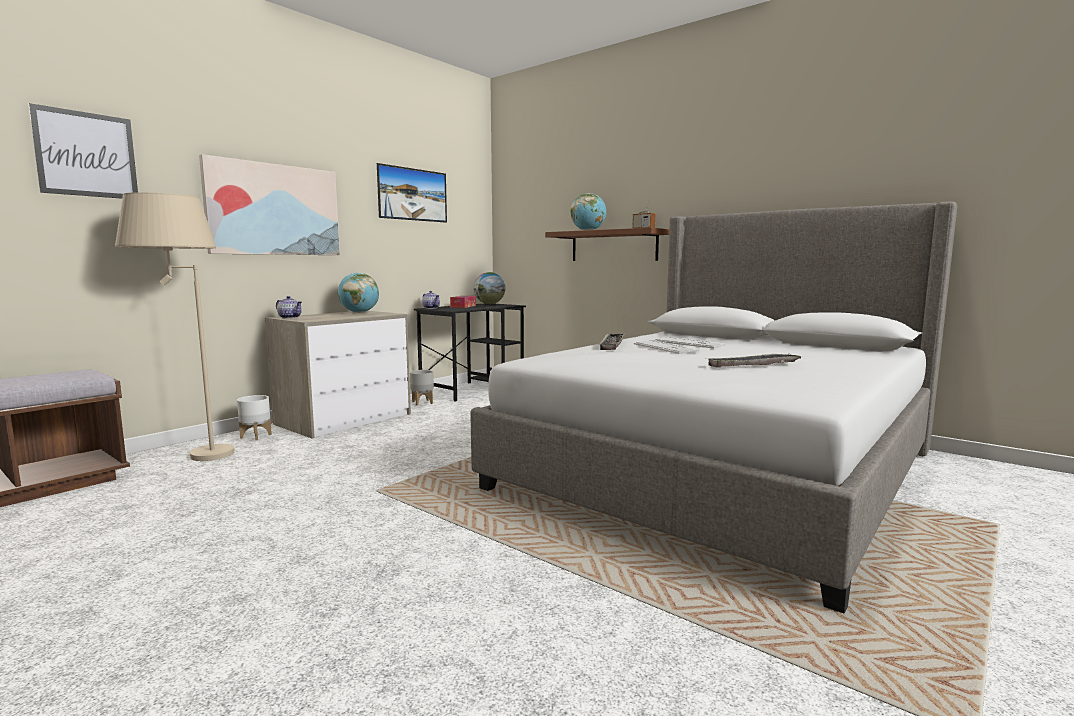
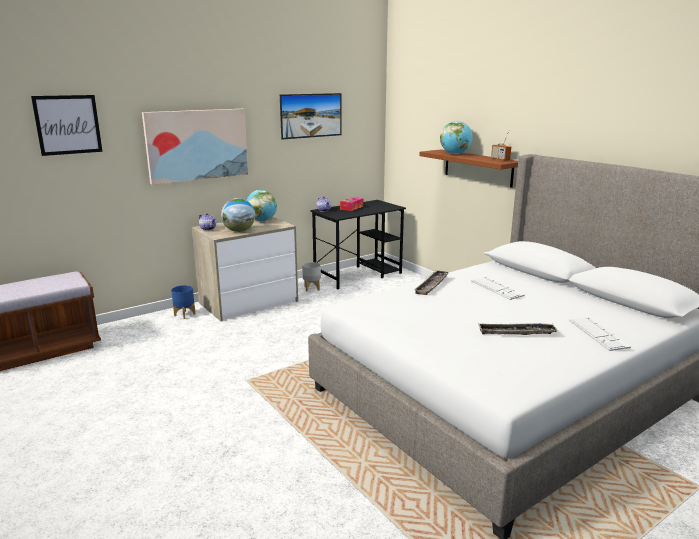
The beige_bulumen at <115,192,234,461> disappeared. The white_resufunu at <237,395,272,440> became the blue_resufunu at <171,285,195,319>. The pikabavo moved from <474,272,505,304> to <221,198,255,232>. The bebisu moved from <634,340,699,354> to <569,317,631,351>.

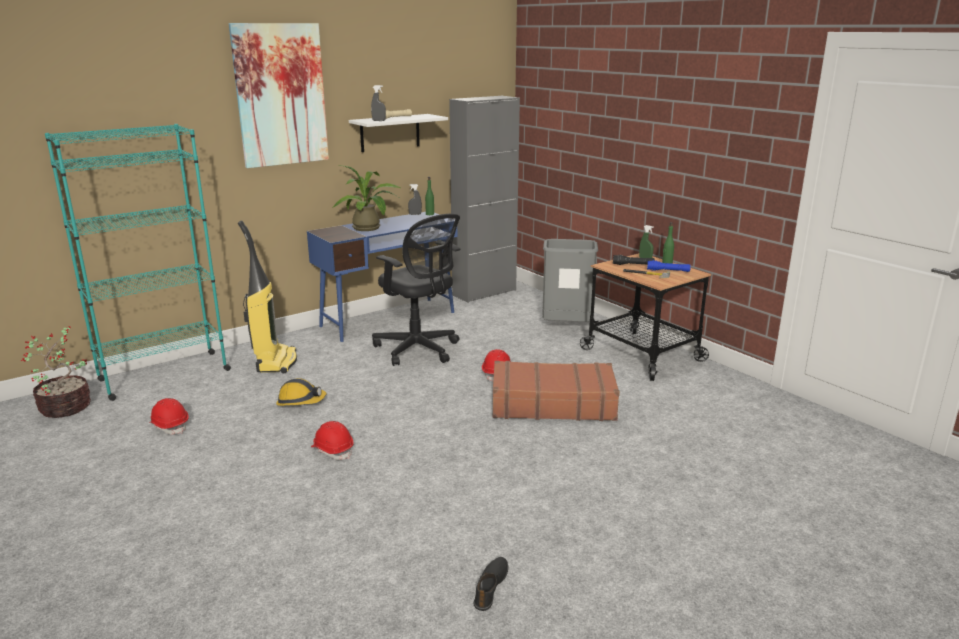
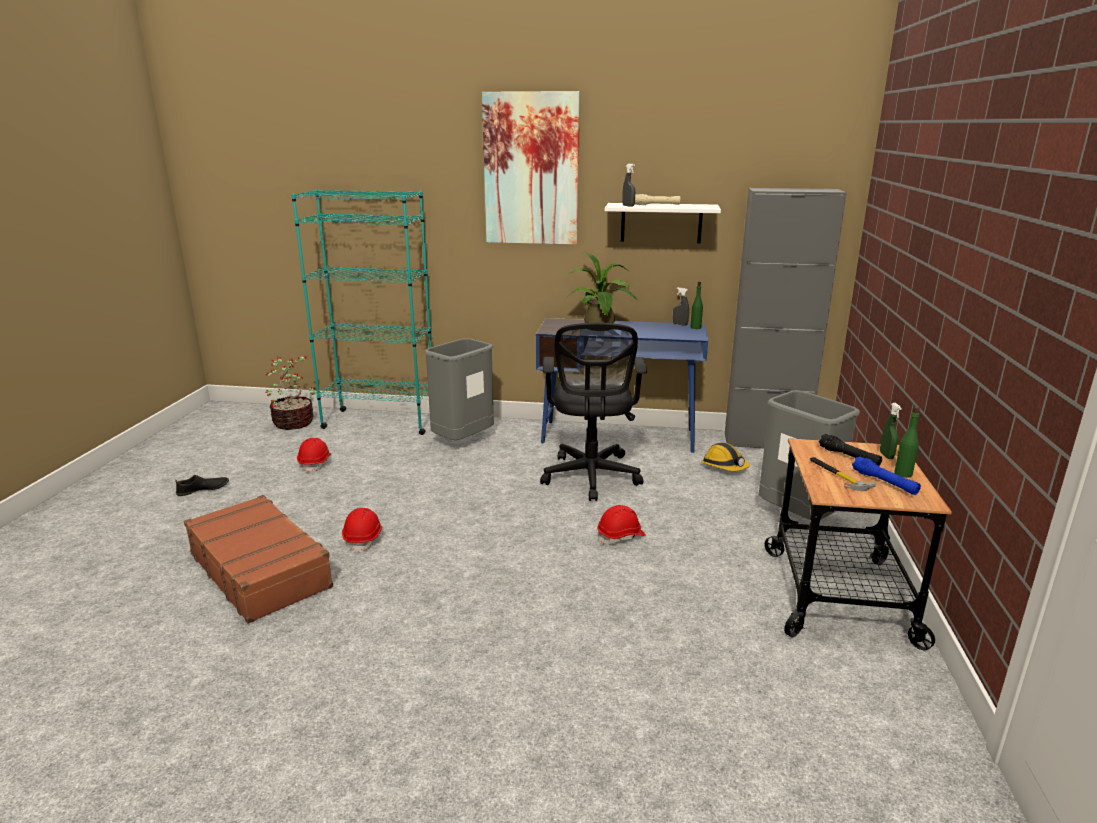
The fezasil at <238,220,297,373> was replaced by the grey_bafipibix at <424,338,494,440>. The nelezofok moved from <276,378,327,406> to <701,443,750,471>. The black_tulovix moved from <473,557,508,611> to <175,475,229,496>. The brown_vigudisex moved from <492,361,620,421> to <184,495,333,624>.

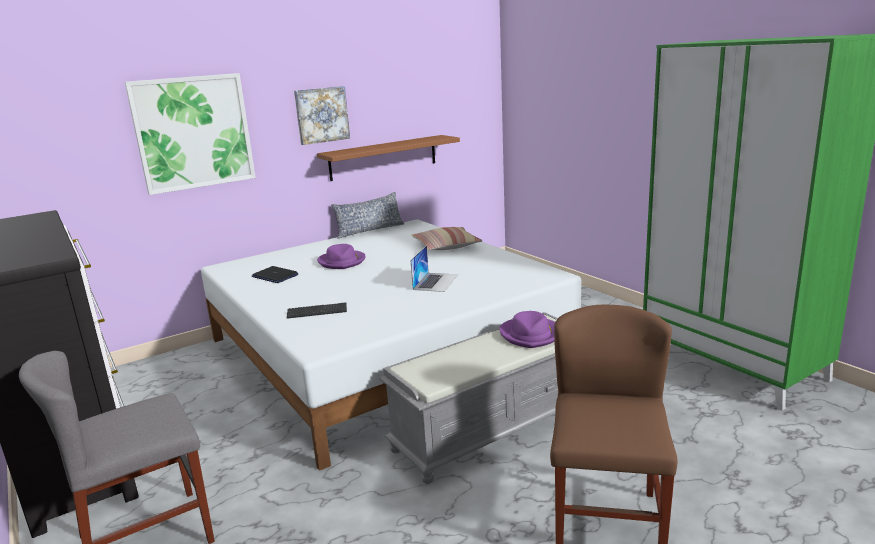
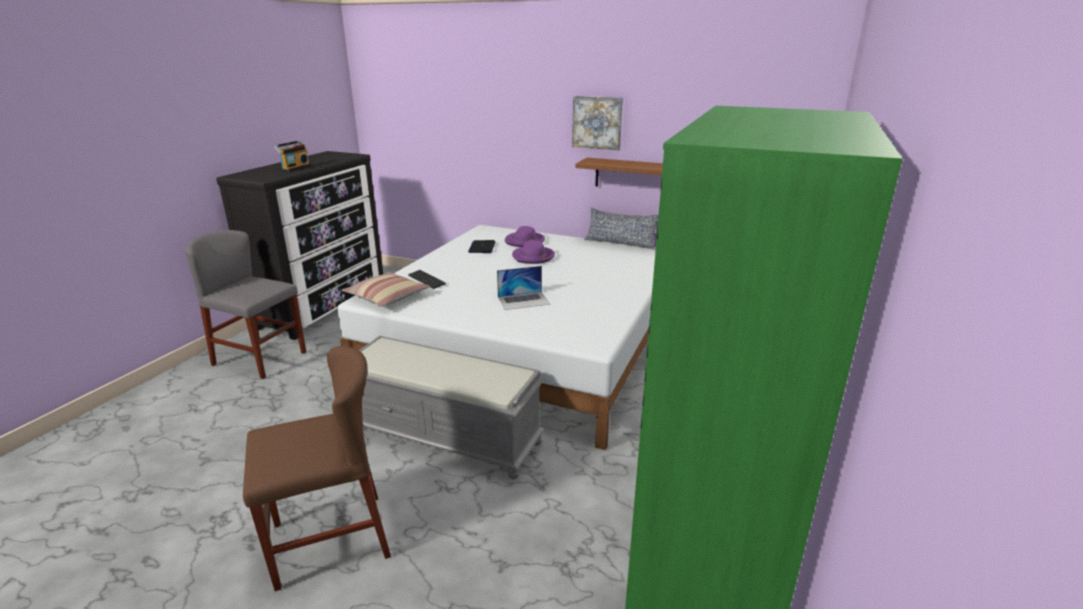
The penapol at <125,73,256,195> disappeared. The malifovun moved from <412,227,482,250> to <342,272,430,307>. The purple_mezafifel moved from <499,311,555,348> to <505,226,545,247>. The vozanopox at <274,140,310,172> appeared.

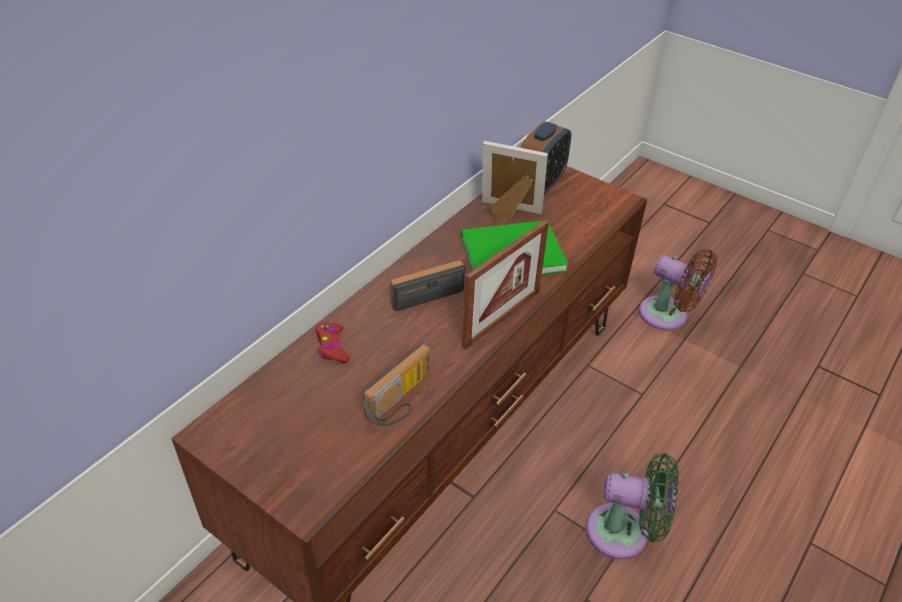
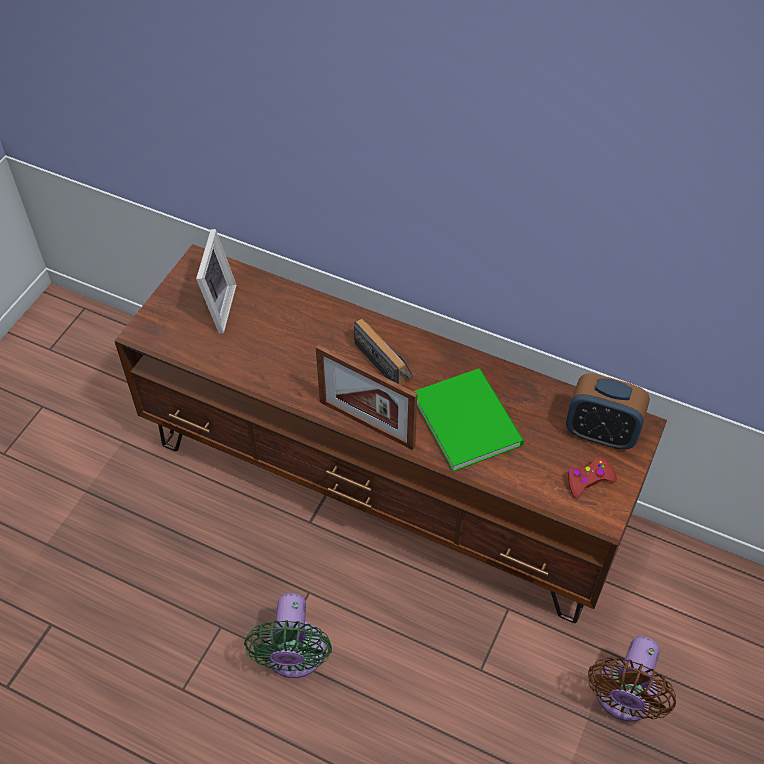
The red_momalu moved from <316,322,350,363> to <568,457,617,498>. The vozanopox at <363,344,431,426> disappeared. The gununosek moved from <482,141,548,221> to <196,229,237,334>.

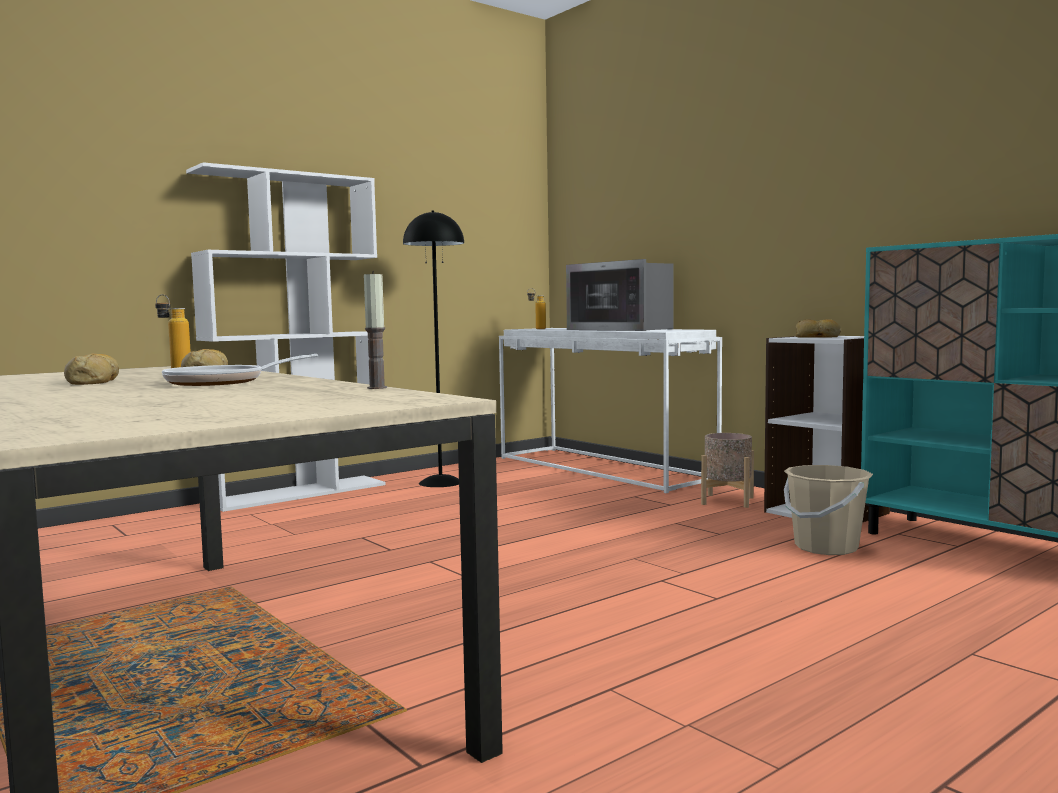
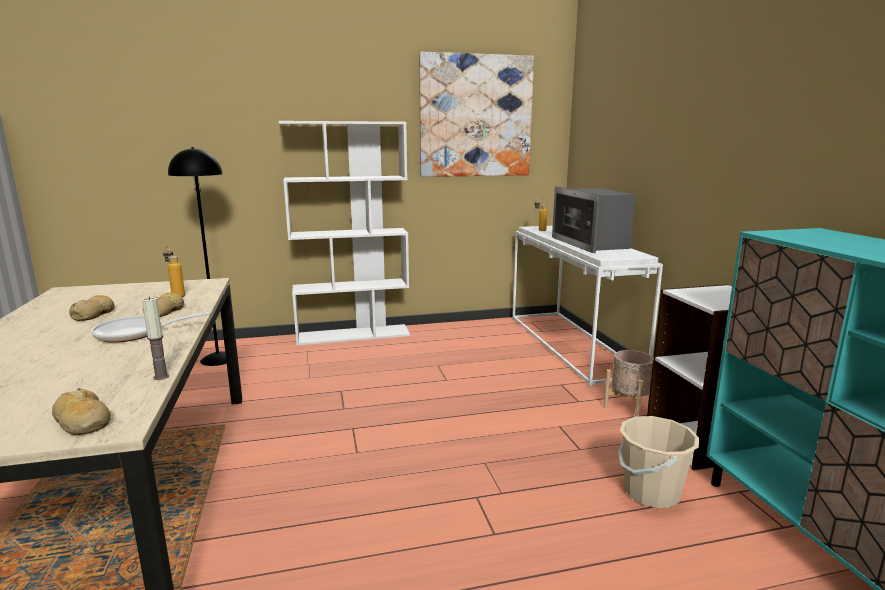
The black_bulumen moved from <403,210,464,487> to <168,147,227,366>. The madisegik moved from <796,319,841,338> to <52,388,111,435>. The penapol at <419,52,534,177> appeared.

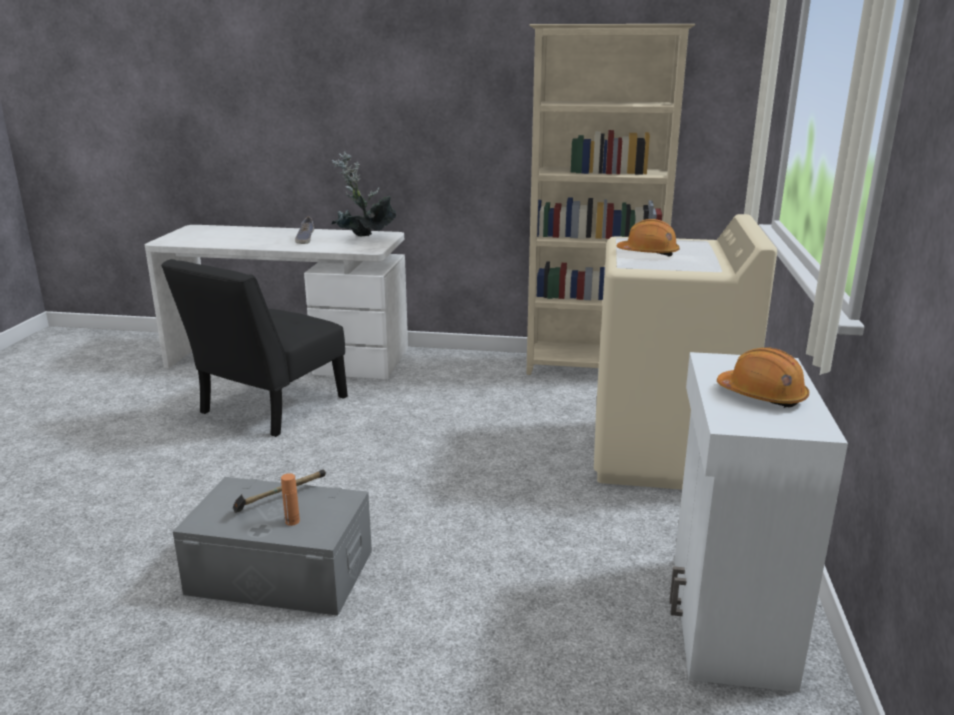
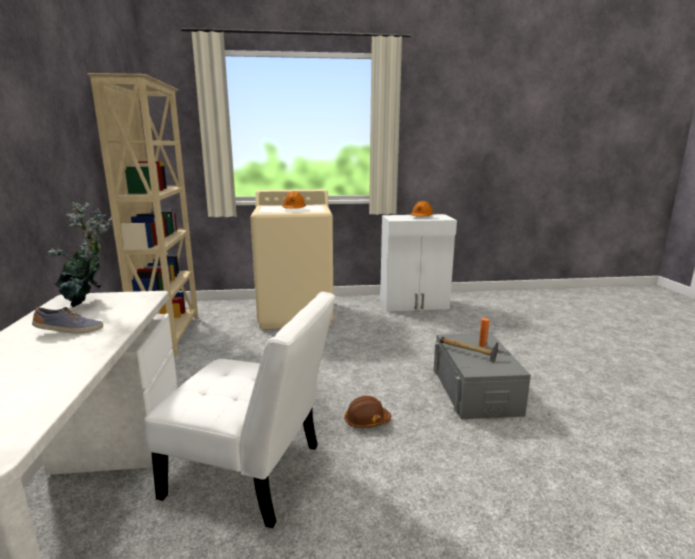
The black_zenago at <161,259,348,437> became the white_zenago at <144,292,335,528>. The brown_nelezofok at <344,396,391,428> appeared.

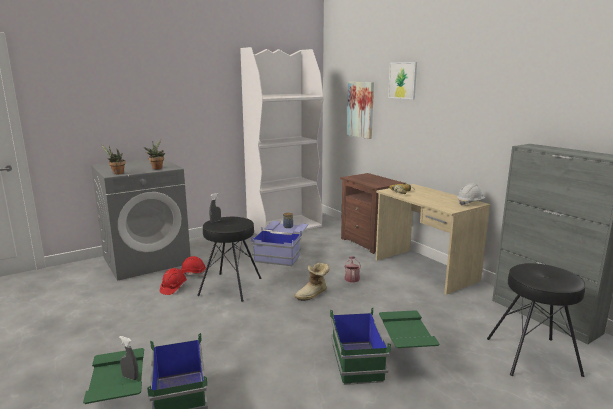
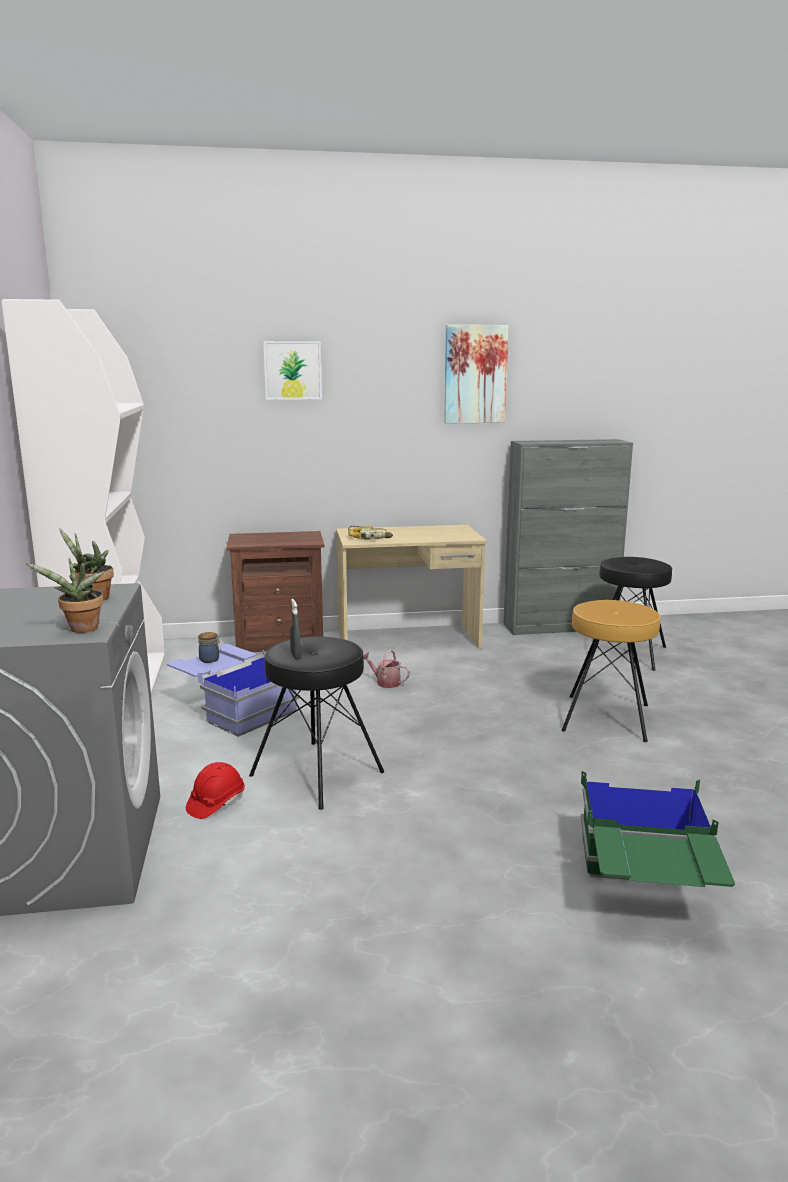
The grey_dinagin at <119,336,139,380> disappeared. The red_nelezofok at <160,268,187,295> disappeared. The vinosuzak at <295,263,329,301> disappeared. The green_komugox at <330,308,439,385> was replaced by the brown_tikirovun at <561,600,661,742>. The penapol moved from <347,82,374,139> to <444,325,509,424>. The white_nelezofok at <457,183,485,206> disappeared.

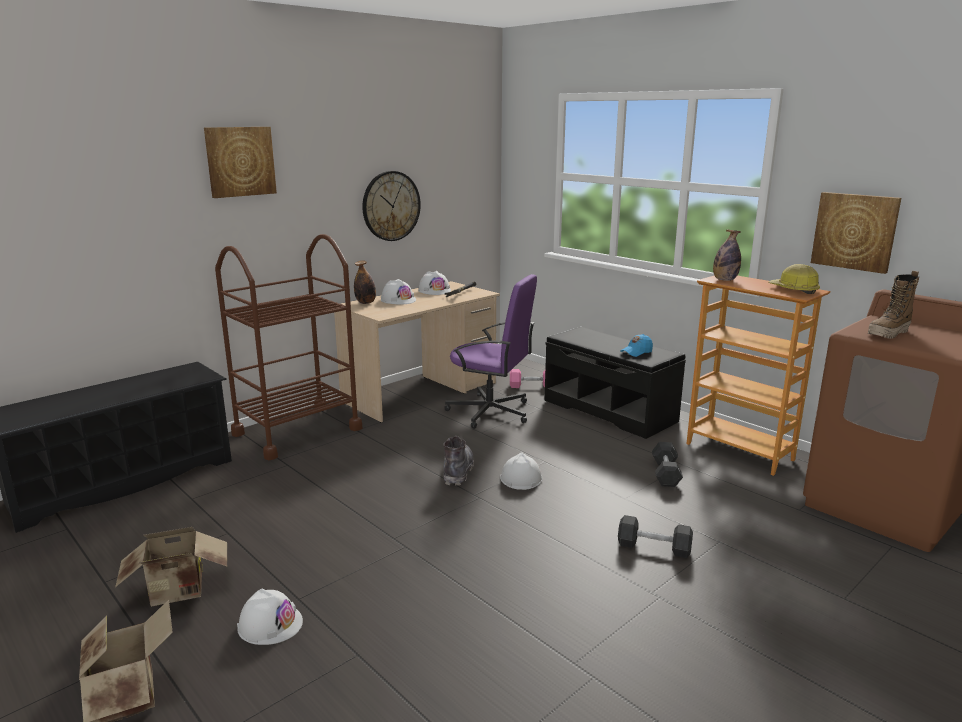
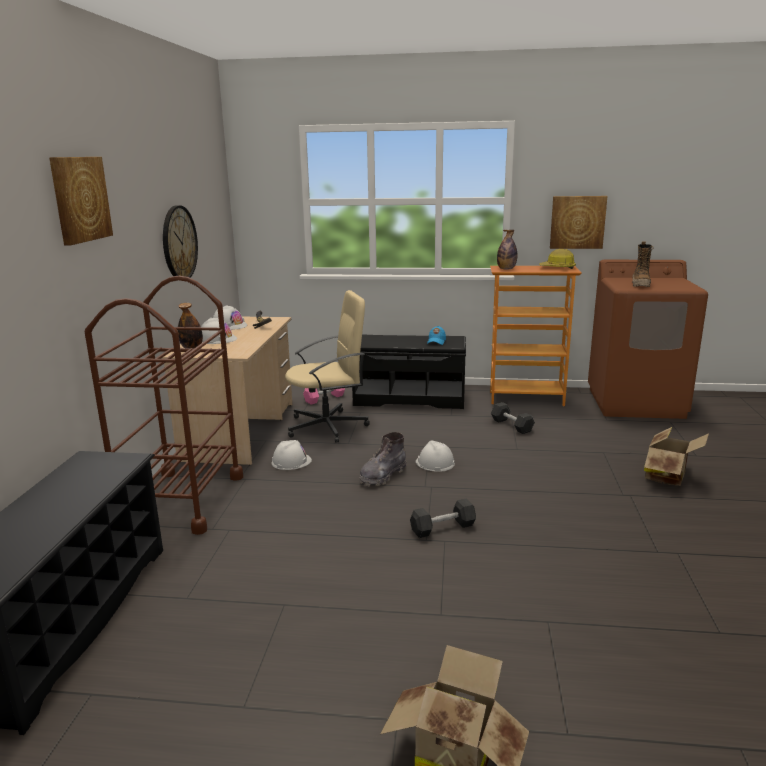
The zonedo moved from <115,527,227,607> to <644,427,709,486>. The white_nelezofok moved from <237,588,303,645> to <272,440,312,470>. The grey_vinosuzak at <443,436,474,486> turned 105 degrees counterclockwise. The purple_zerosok at <445,274,537,429> became the beige_zerosok at <285,290,370,443>. The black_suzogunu moved from <618,515,693,558> to <410,499,476,538>.

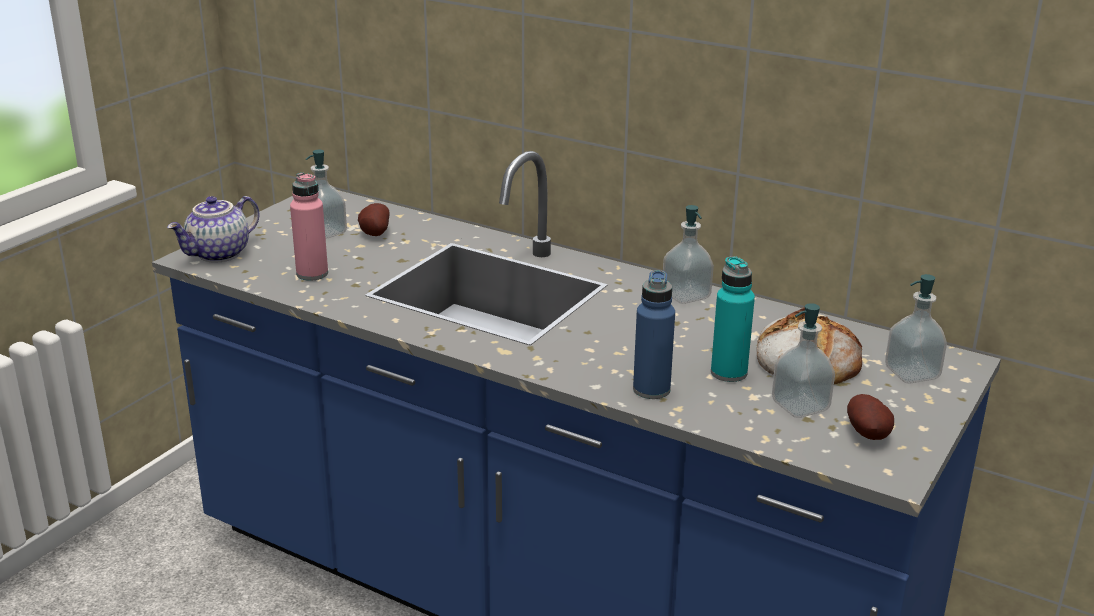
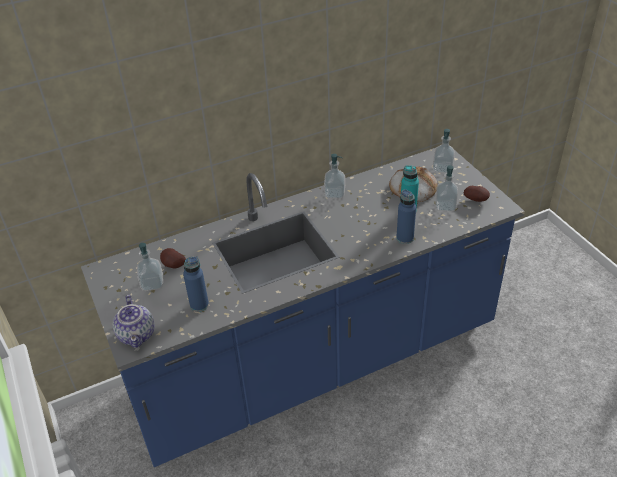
The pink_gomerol at <290,172,328,281> became the blue_gomerol at <183,256,209,312>.

